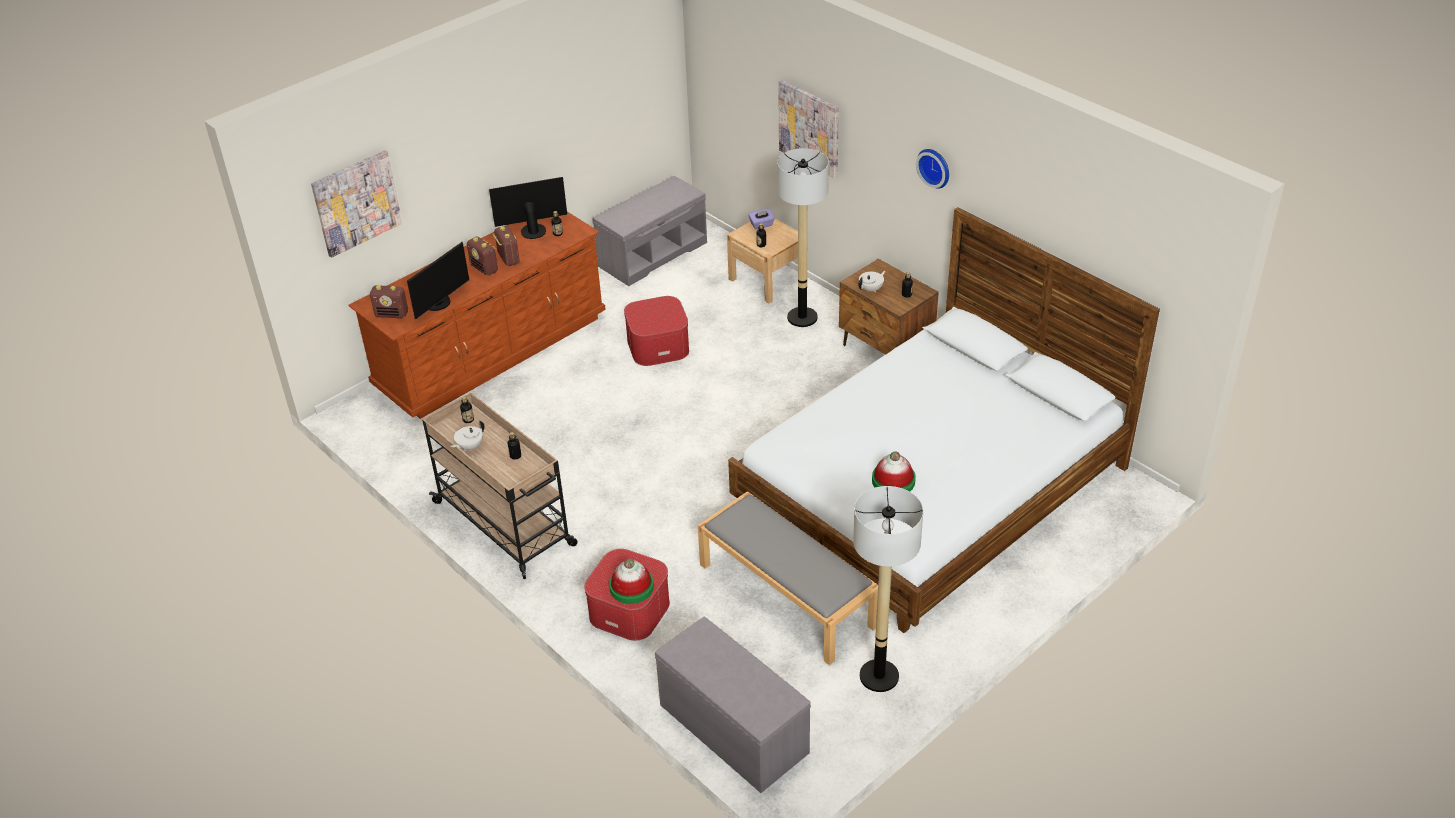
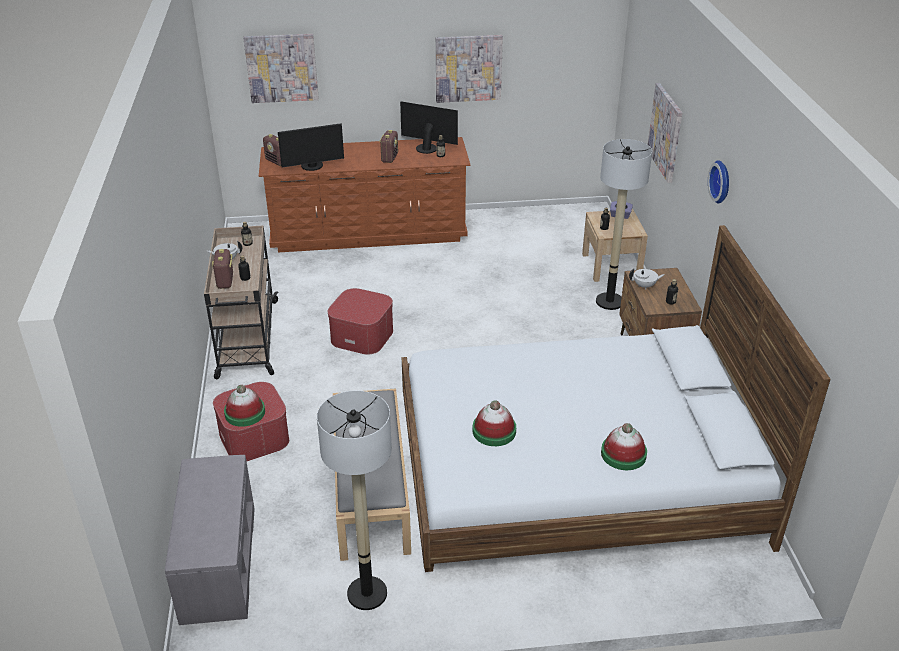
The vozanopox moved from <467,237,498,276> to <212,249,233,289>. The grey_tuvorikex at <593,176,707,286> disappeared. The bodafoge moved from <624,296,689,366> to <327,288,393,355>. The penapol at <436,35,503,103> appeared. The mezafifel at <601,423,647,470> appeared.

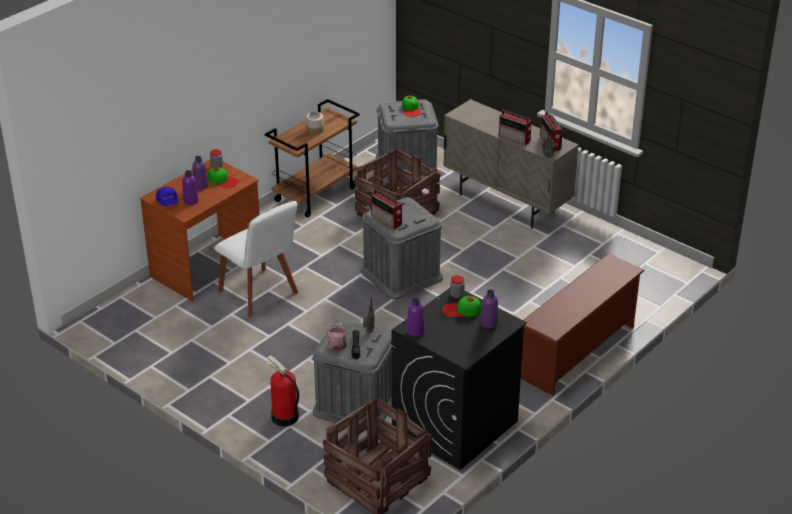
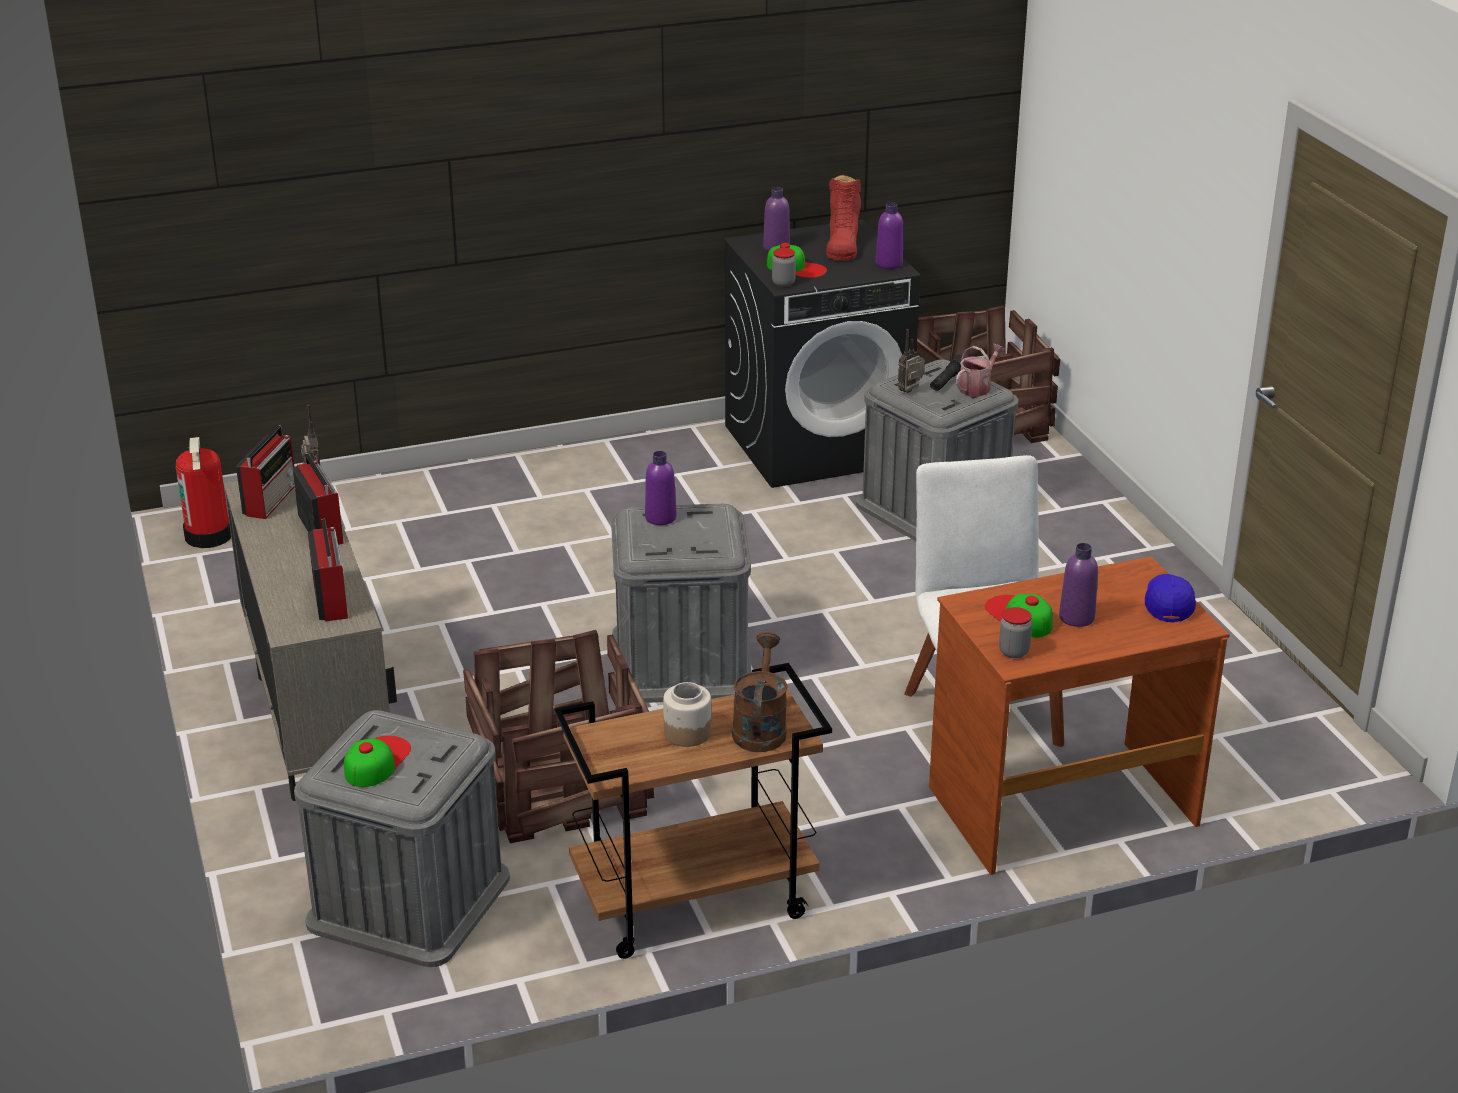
The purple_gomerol moved from <182,170,199,205> to <645,451,676,525>. The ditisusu moved from <266,355,299,426> to <176,436,231,548>. The vozanopox moved from <371,189,402,229> to <308,519,348,621>. The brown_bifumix at <521,253,645,396> disappeared. The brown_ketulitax at <732,632,788,752> appeared. The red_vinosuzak at <826,175,861,261> appeared.

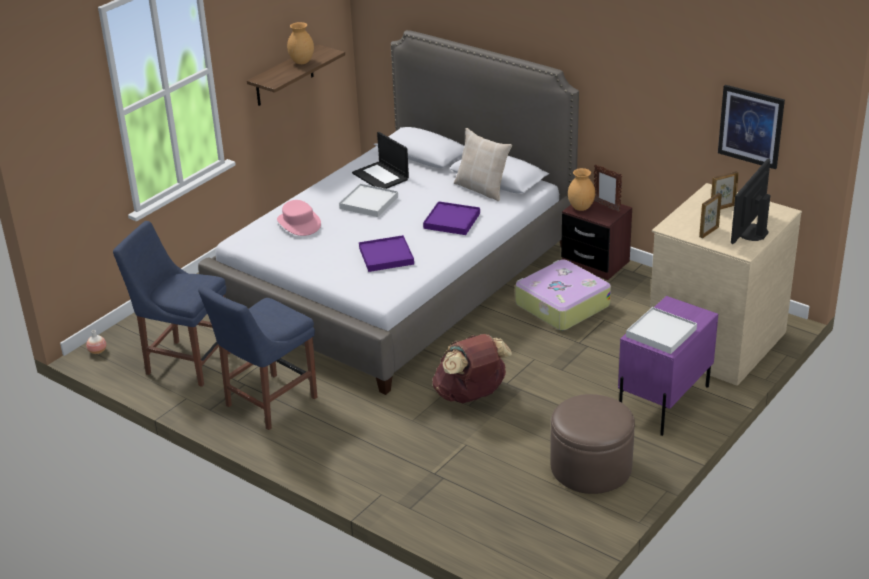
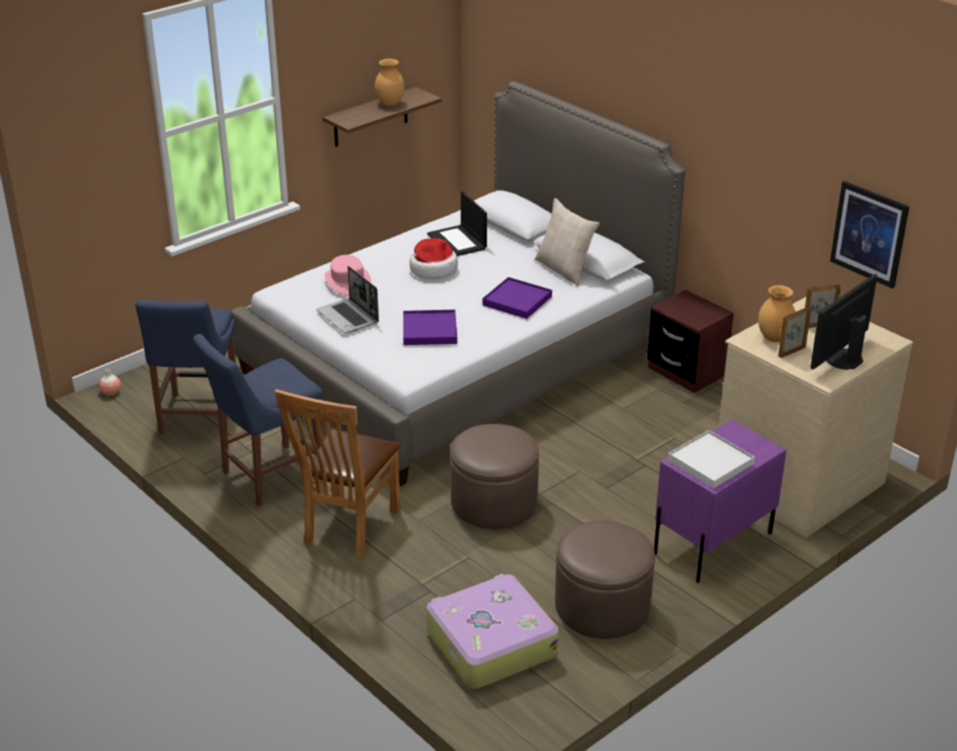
The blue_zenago at <113,221,230,387> turned 120 degrees counterclockwise. The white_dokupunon at <339,183,398,217> was replaced by the mezafifel at <409,238,458,278>. The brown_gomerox at <432,334,512,403> was replaced by the brown_bodafoge at <450,424,539,529>. The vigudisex moved from <516,259,611,330> to <427,574,559,689>. The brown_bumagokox moved from <568,168,595,211> to <758,285,795,342>. The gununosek at <594,164,622,212> disappeared. The brown_zenago at <274,389,400,558> appeared. The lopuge at <317,266,379,334> appeared.

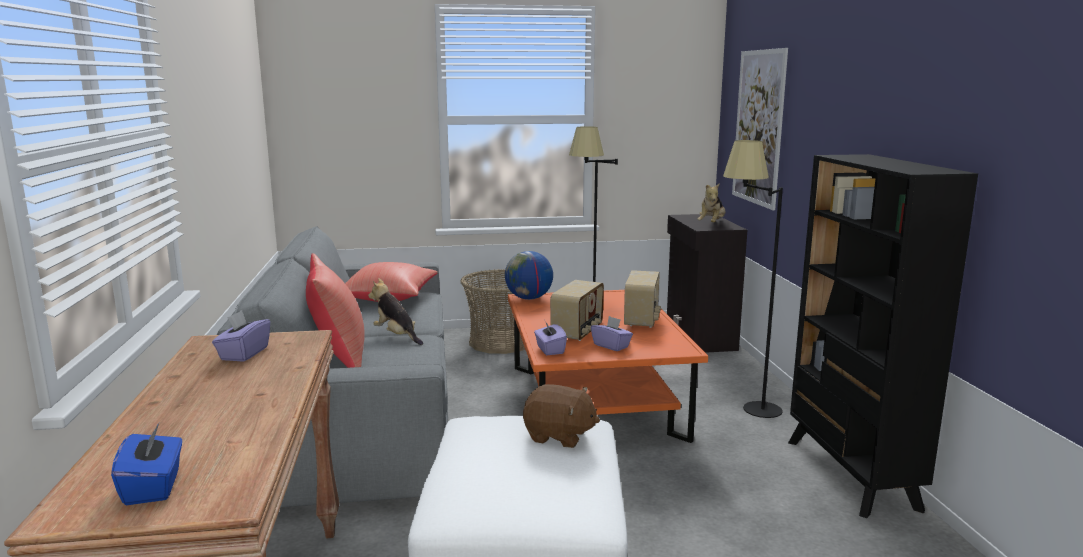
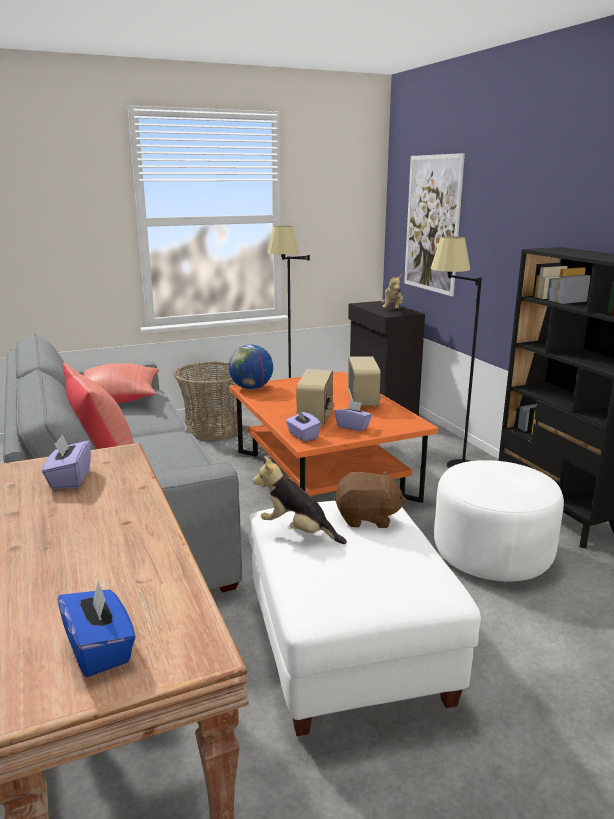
The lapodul moved from <368,278,423,345> to <253,456,347,544>. The white_bodafoge at <434,460,564,582> appeared.

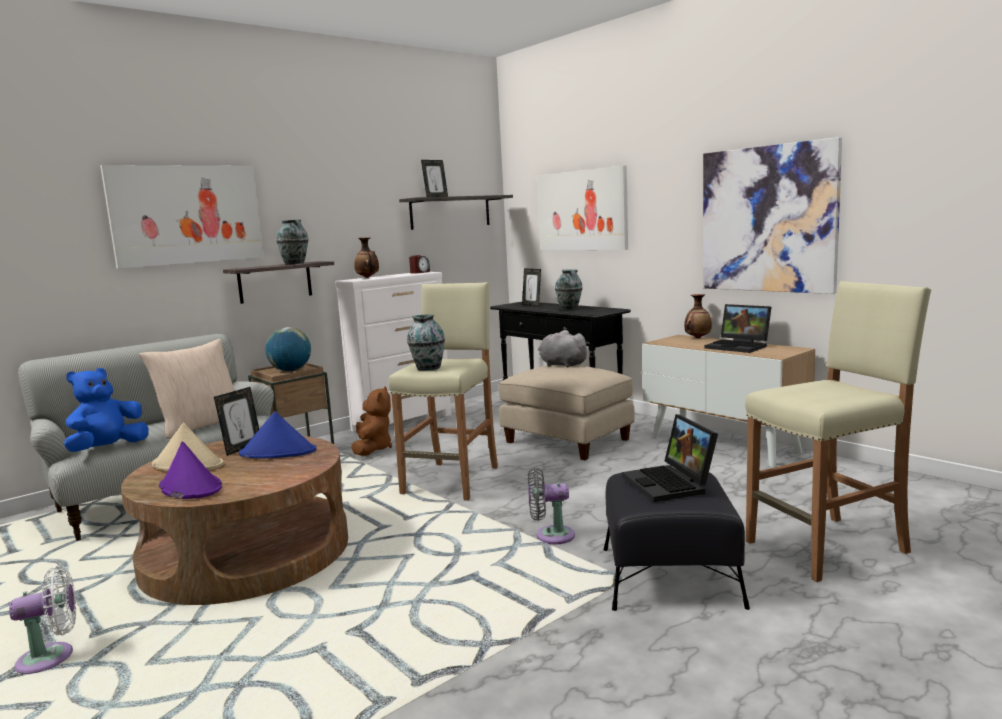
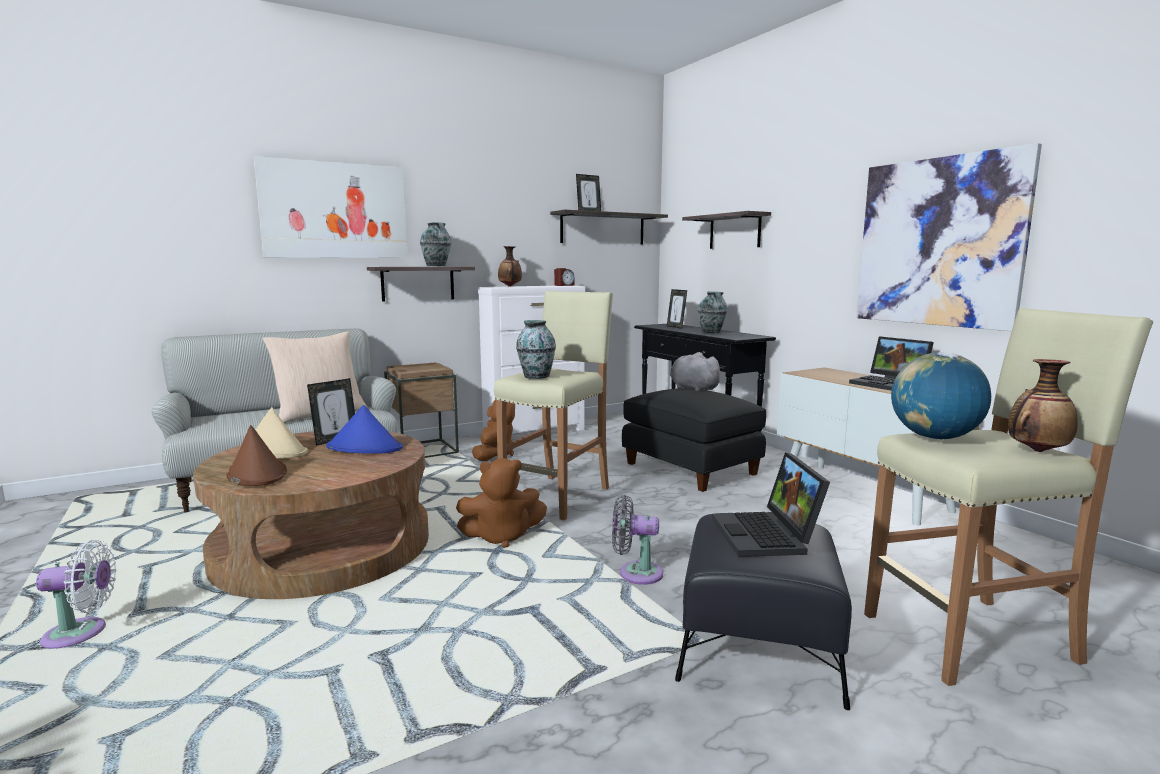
The blue_lapodul at <64,368,149,452> disappeared. The purple_mezafifel at <159,441,222,499> became the brown_mezafifel at <226,425,287,486>. The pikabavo moved from <265,327,311,371> to <891,352,991,439>. The beige_bodafoge at <499,365,635,460> became the black_bodafoge at <622,388,766,492>. The penapol at <537,165,628,250> was replaced by the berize at <682,211,771,249>. The bumagokox moved from <684,294,712,338> to <1008,359,1078,452>. The brown_lapodul at <456,458,547,547> appeared.

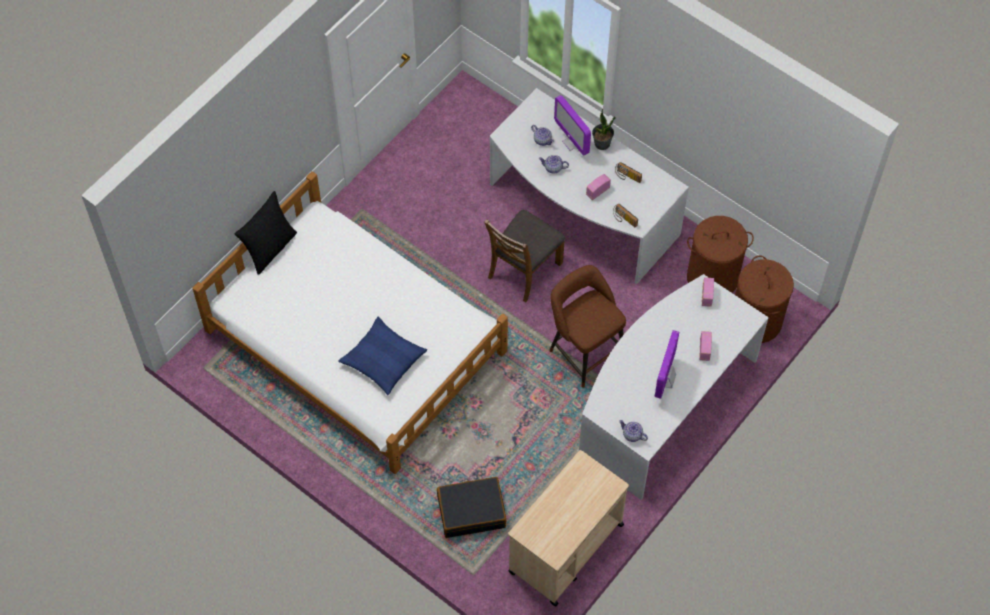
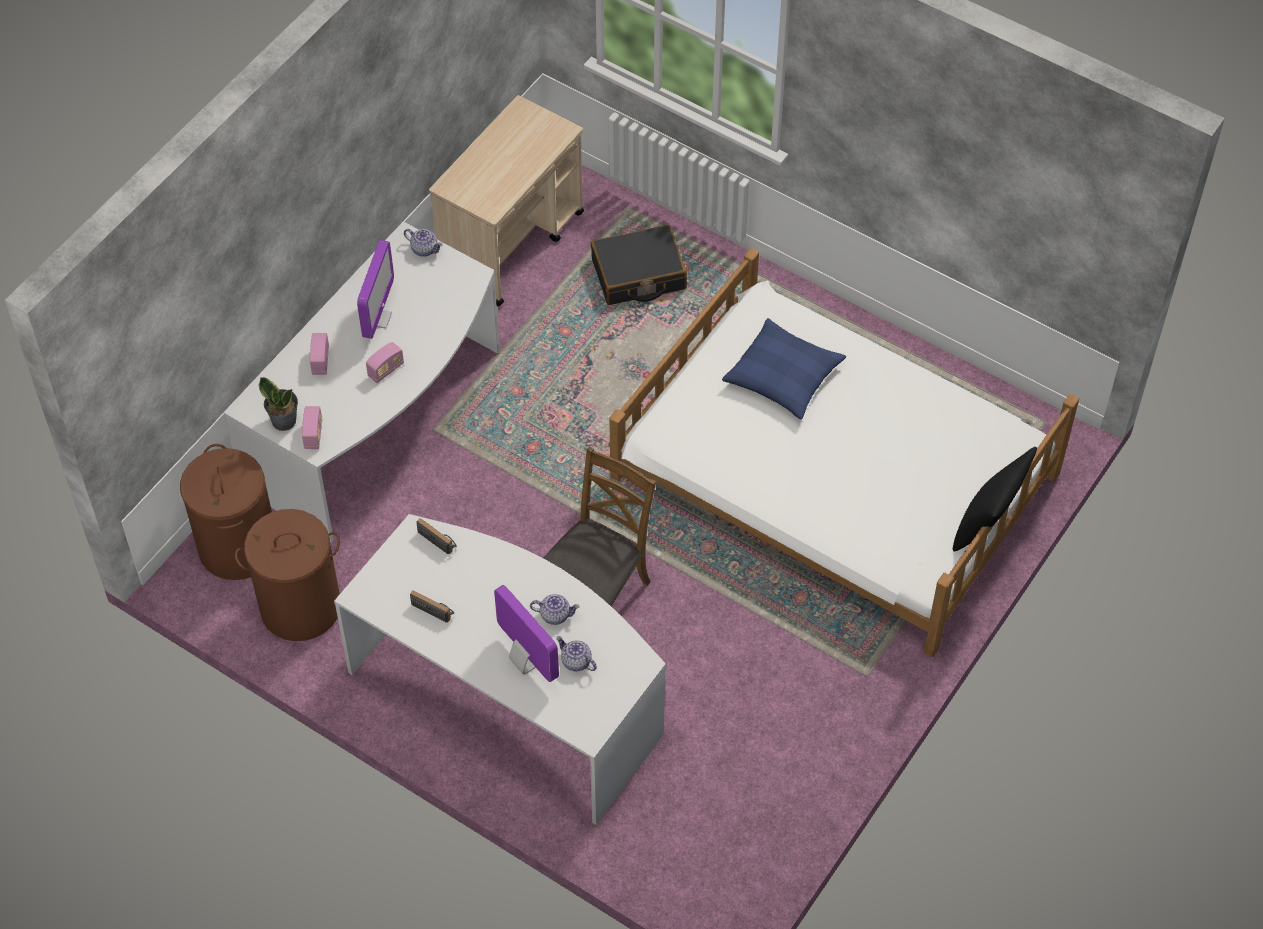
The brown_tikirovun at <549,265,626,388> disappeared. The vozanopox moved from <586,174,611,200> to <366,342,404,383>. The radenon moved from <592,109,615,150> to <259,377,298,431>.

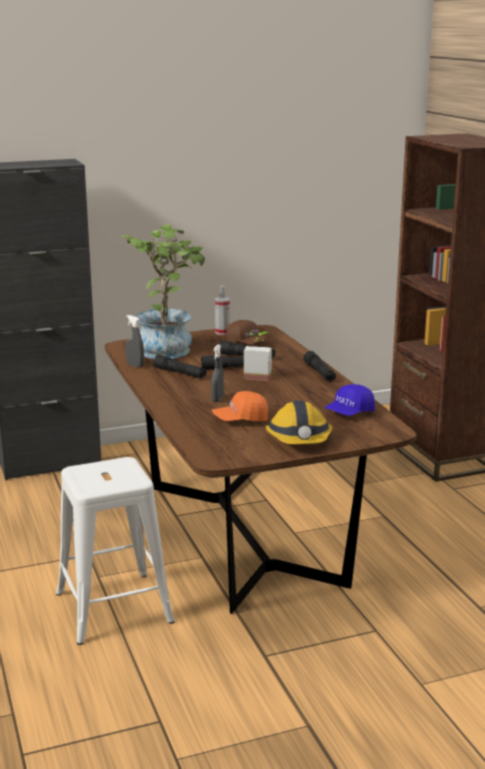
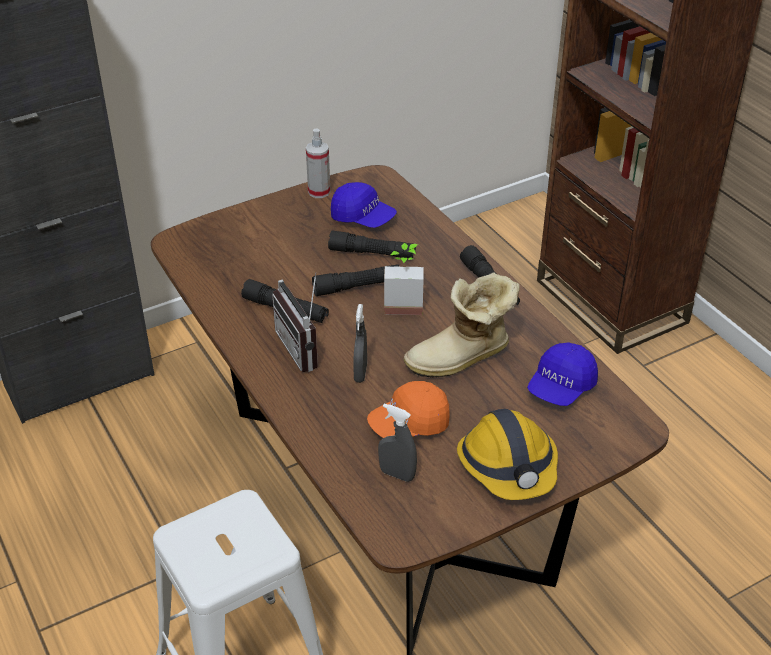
The radenon at <120,224,205,359> disappeared. The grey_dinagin moved from <125,315,144,368> to <378,403,417,482>. The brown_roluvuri at <226,320,269,344> became the blue_roluvuri at <331,182,397,228>. The vozanopox at <272,272,318,372> appeared. The vinosuzak at <403,272,520,378> appeared.

